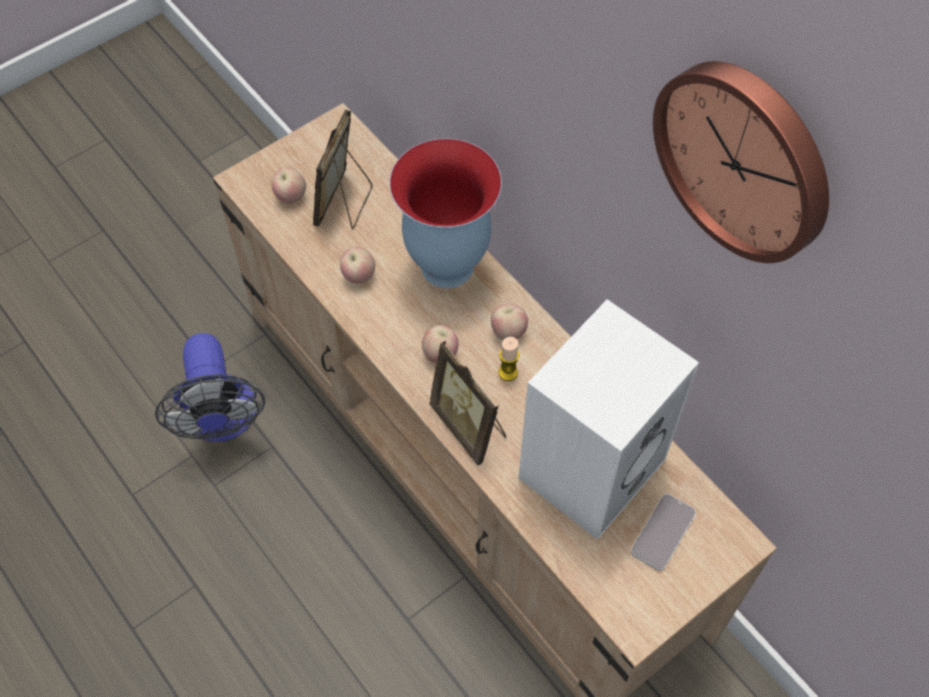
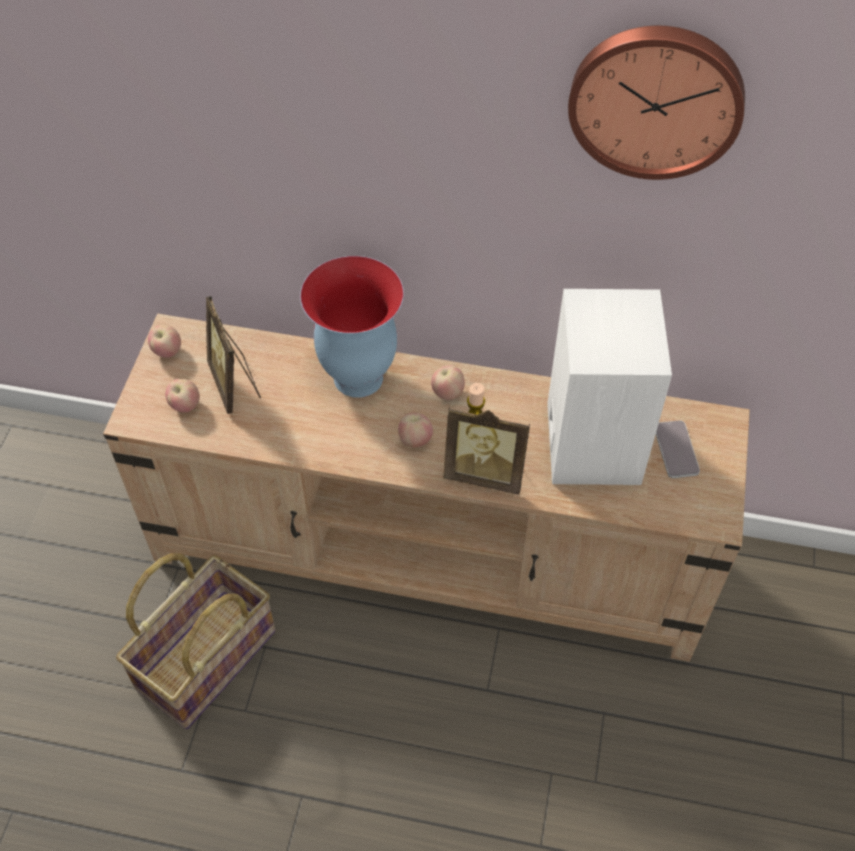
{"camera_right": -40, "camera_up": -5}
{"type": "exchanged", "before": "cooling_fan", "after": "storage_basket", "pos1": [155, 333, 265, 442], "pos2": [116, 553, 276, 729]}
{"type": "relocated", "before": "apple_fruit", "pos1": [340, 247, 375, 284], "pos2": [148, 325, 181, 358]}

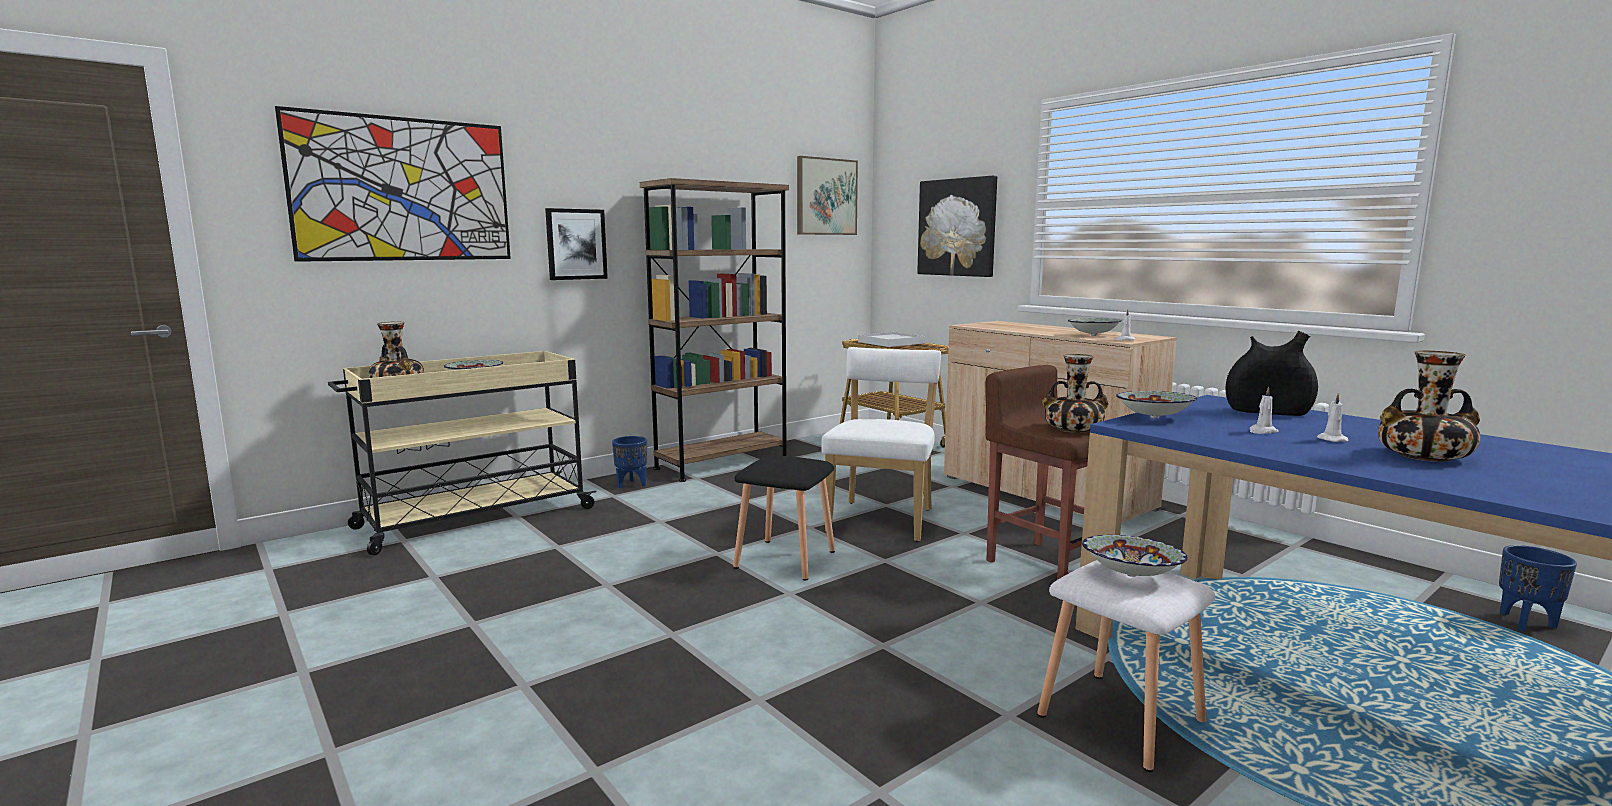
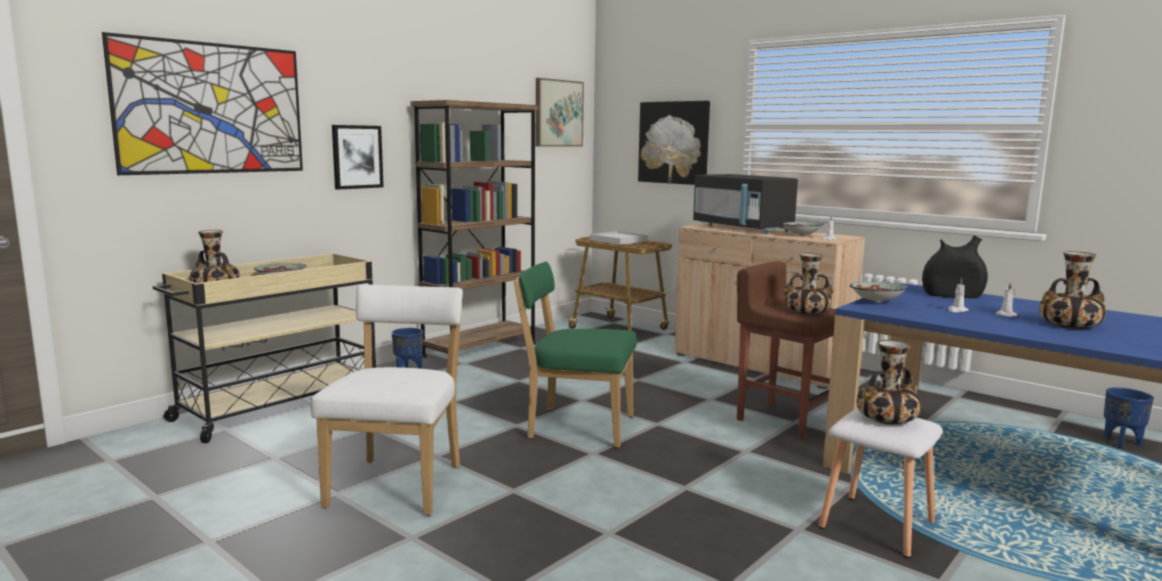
{"camera_right": -10, "camera_up": 0}
{"type": "exchanged", "before": "black-coloured_stool", "after": "green_plain_chair", "pos1": [733, 455, 835, 580], "pos2": [513, 262, 637, 448]}
{"type": "relocated", "before": "white_plain_chair", "pos1": [821, 347, 941, 542], "pos2": [311, 284, 463, 516]}
{"type": "exchanged", "before": "serving_bowl", "after": "vase", "pos1": [1082, 535, 1188, 577], "pos2": [857, 340, 921, 425]}
{"type": "appeared", "after": "black-coloured_microwave_oven", "pos2": [693, 174, 798, 234]}

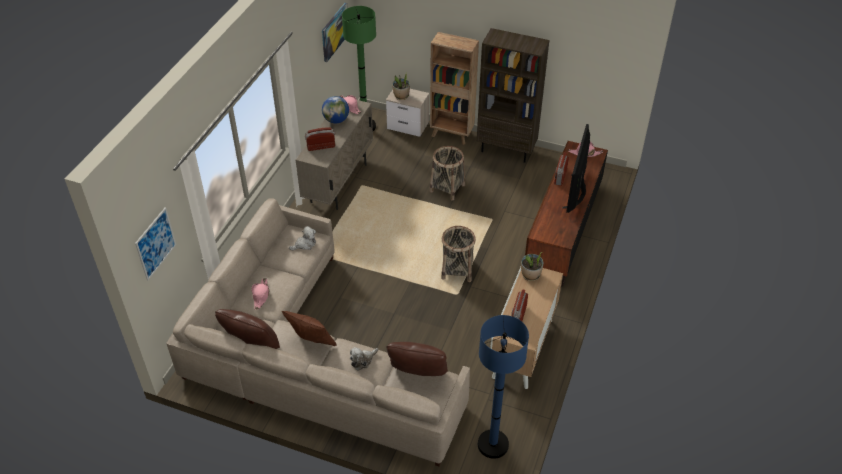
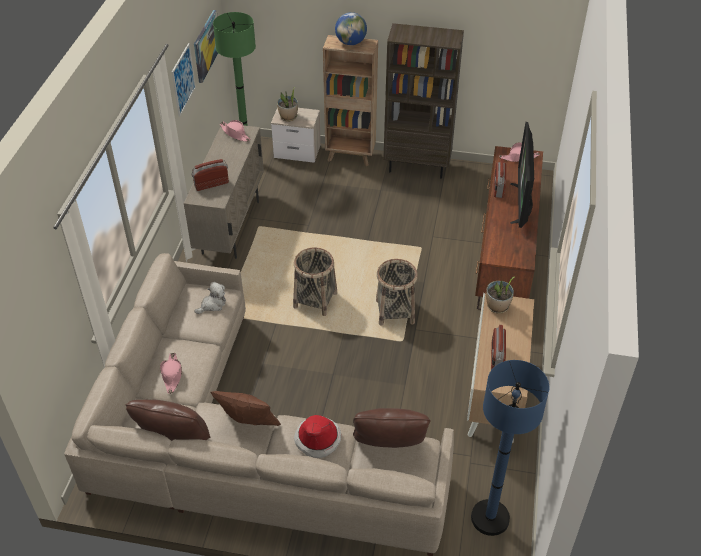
{"camera_right": -10, "camera_up": 0}
{"type": "relocated", "before": "picture", "pos1": [135, 207, 176, 281], "pos2": [172, 43, 196, 116]}
{"type": "relocated", "before": "desk_globe", "pos1": [322, 96, 349, 123], "pos2": [335, 12, 367, 45]}
{"type": "exchanged", "before": "soft_toy", "after": "hat", "pos1": [350, 347, 378, 371], "pos2": [294, 415, 341, 458]}
{"type": "relocated", "before": "storage_basket", "pos1": [430, 146, 465, 200], "pos2": [293, 247, 337, 316]}

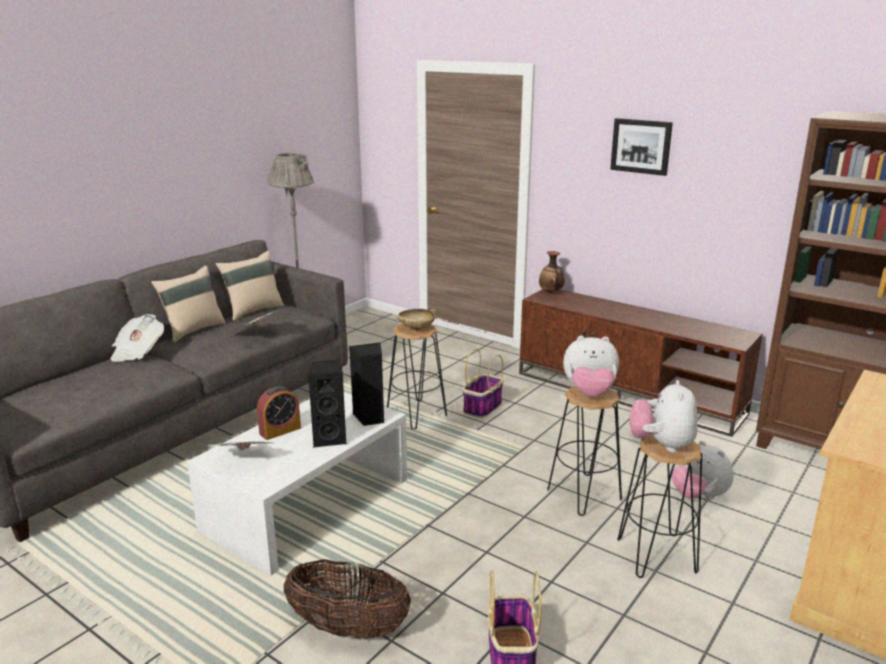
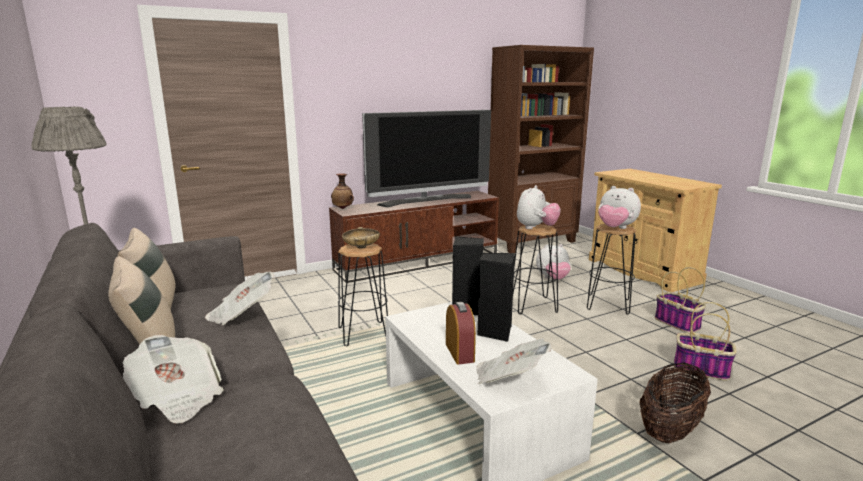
{"camera_right": -65, "camera_up": -5}
{"type": "relocated", "before": "storage_basket", "pos1": [463, 349, 503, 418], "pos2": [655, 267, 706, 333]}
{"type": "missing", "before": "picture", "pos1": [610, 118, 673, 176]}
{"type": "appeared", "after": "TV_set", "pos2": [362, 110, 491, 207]}

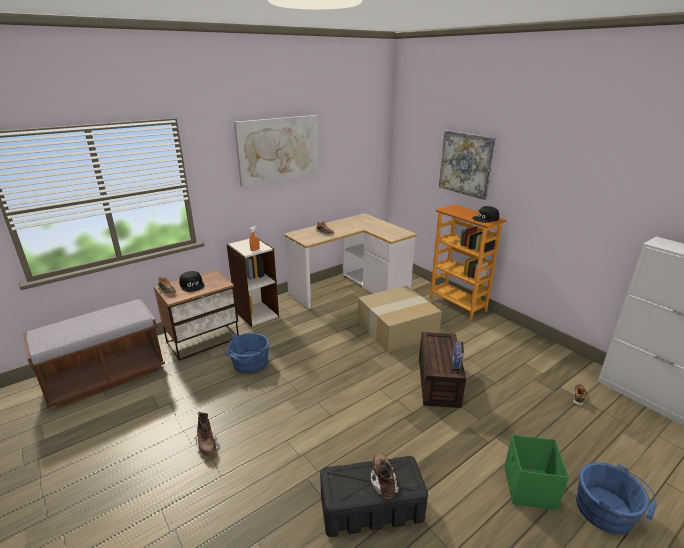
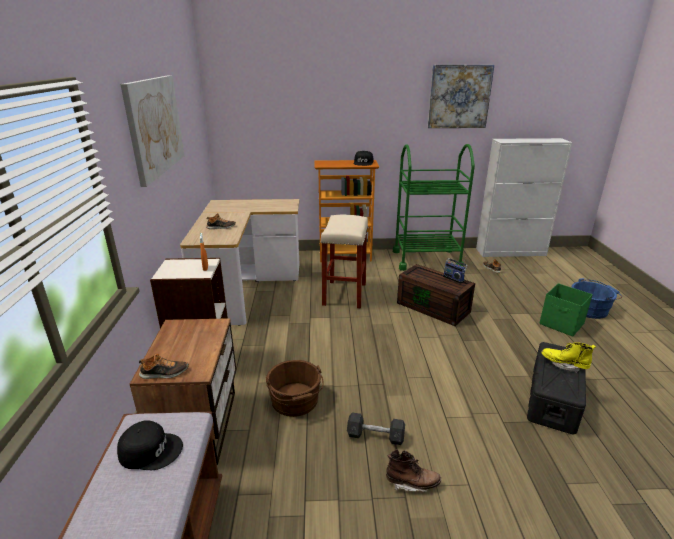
{"camera_right": -55, "camera_up": 0}
{"type": "relocated", "before": "black-coloured_baseball_cap", "pos1": [179, 271, 205, 292], "pos2": [117, 420, 183, 470]}
{"type": "colour", "before": "blue_pail", "after": "brownish_pail", "pos1": [223, 333, 269, 373], "pos2": [266, 360, 324, 417]}
{"type": "exchanged", "before": "cardboard_box", "after": "sand-coloured_stool", "pos1": [358, 286, 442, 353], "pos2": [321, 215, 368, 308]}
{"type": "colour", "before": "brownish_tall_boot", "after": "yellow_tall_boot", "pos1": [371, 452, 399, 499], "pos2": [541, 342, 596, 373]}
{"type": "relocated", "before": "picture", "pos1": [439, 131, 496, 200], "pos2": [428, 65, 494, 128]}
{"type": "appeared", "after": "greyish_free_weight", "pos2": [347, 412, 405, 445]}
{"type": "appeared", "after": "green_cart", "pos2": [393, 144, 475, 271]}

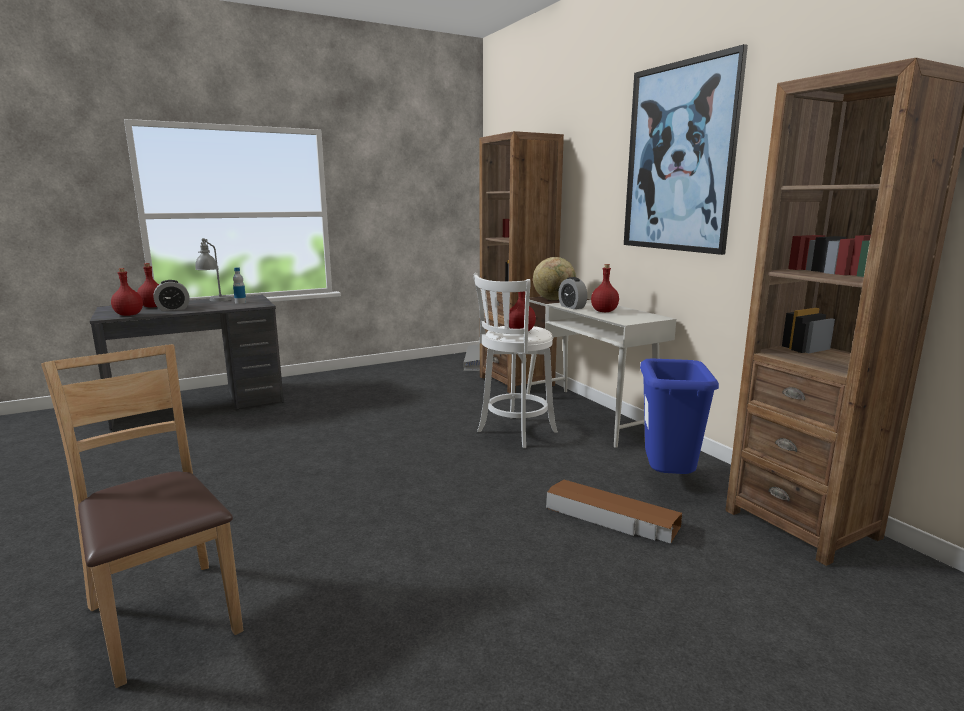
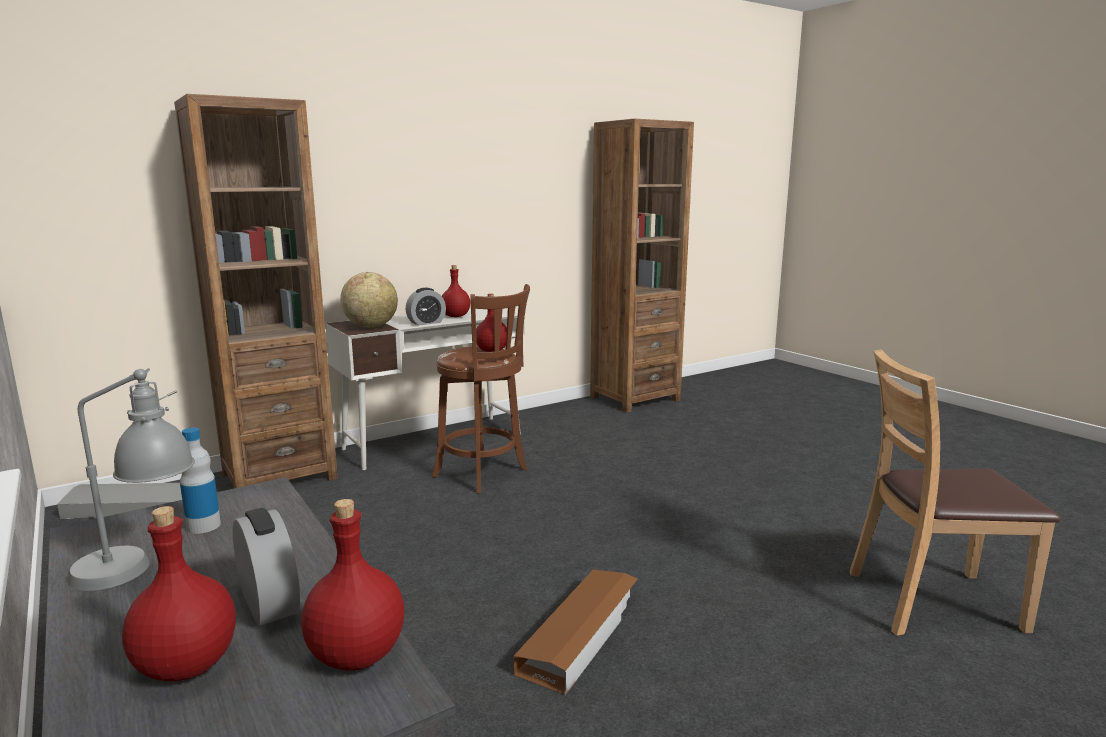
{"camera_right": -95, "camera_up": 0}
{"type": "spun", "before": "brownish_plain_chair", "pos1": [41, 344, 243, 688], "pos2": [850, 349, 1061, 636], "turn": 45}
{"type": "colour", "before": "white_stool", "after": "brownish_stool", "pos1": [473, 273, 558, 448], "pos2": [432, 284, 530, 494]}
{"type": "relocated", "before": "brownish_storage_bin", "pos1": [546, 480, 682, 544], "pos2": [513, 570, 638, 695]}
{"type": "missing", "before": "picture", "pos1": [624, 44, 748, 255]}
{"type": "missing", "before": "blue_waste_bin", "pos1": [640, 359, 719, 474]}

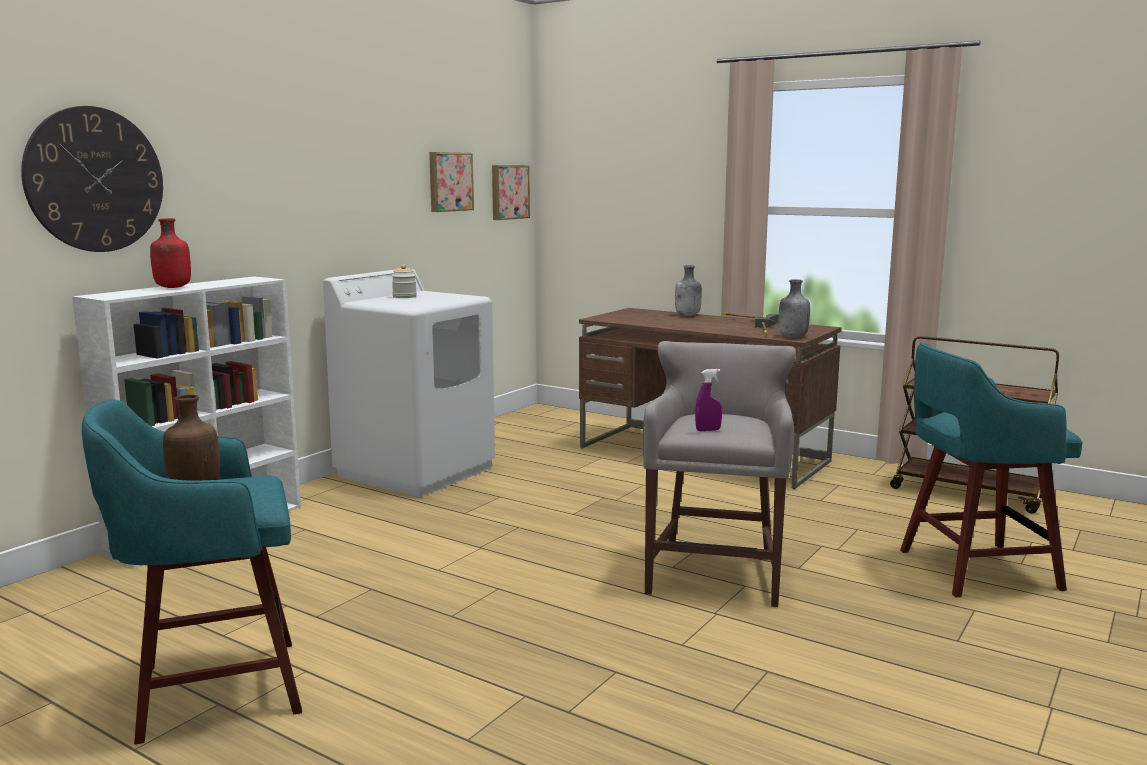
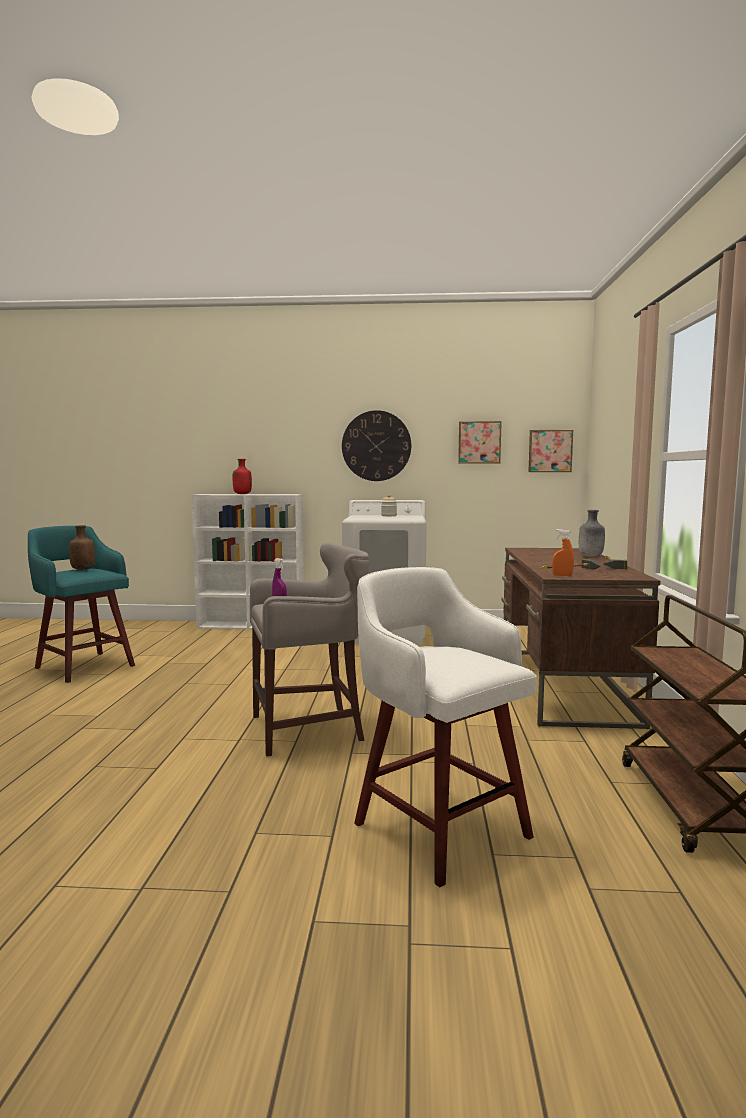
{"camera_right": 60, "camera_up": -5}
{"type": "relocated", "before": "clock_on_the_wall", "pos1": [21, 106, 163, 252], "pos2": [342, 410, 411, 481]}
{"type": "exchanged", "before": "greyish_drink_bottle", "after": "orange_sprayer", "pos1": [779, 279, 810, 337], "pos2": [552, 529, 574, 576]}
{"type": "colour", "before": "blue-green_stool", "after": "white_stool", "pos1": [900, 342, 1083, 597], "pos2": [354, 567, 537, 887]}

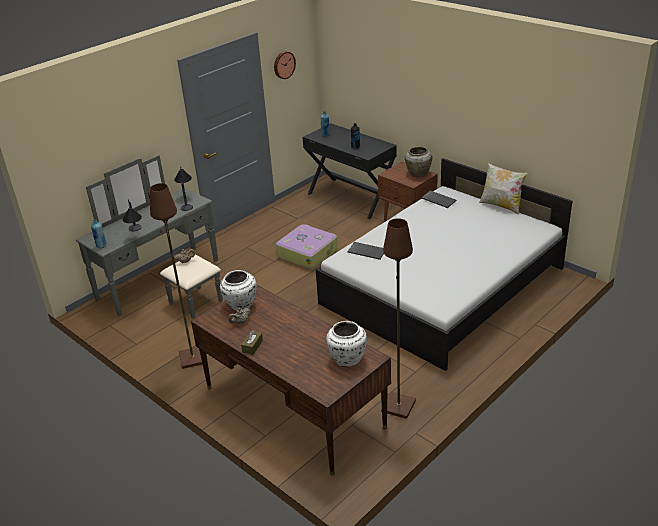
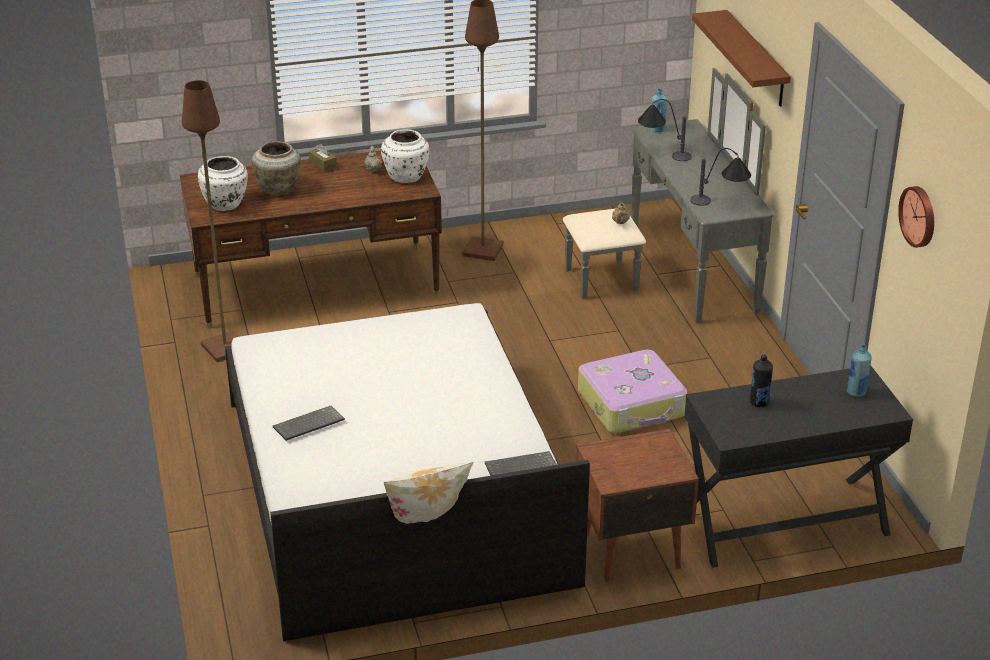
{"camera_right": 120, "camera_up": 0}
{"type": "relocated", "before": "keyboard", "pos1": [347, 242, 384, 260], "pos2": [273, 406, 345, 441]}
{"type": "relocated", "before": "sand-coloured_vase", "pos1": [405, 146, 432, 177], "pos2": [252, 141, 301, 196]}
{"type": "appeared", "after": "brownish_shelf", "pos2": [692, 10, 791, 107]}

